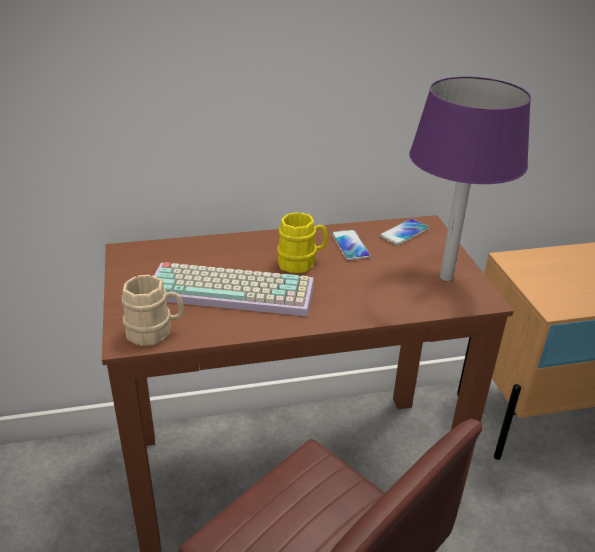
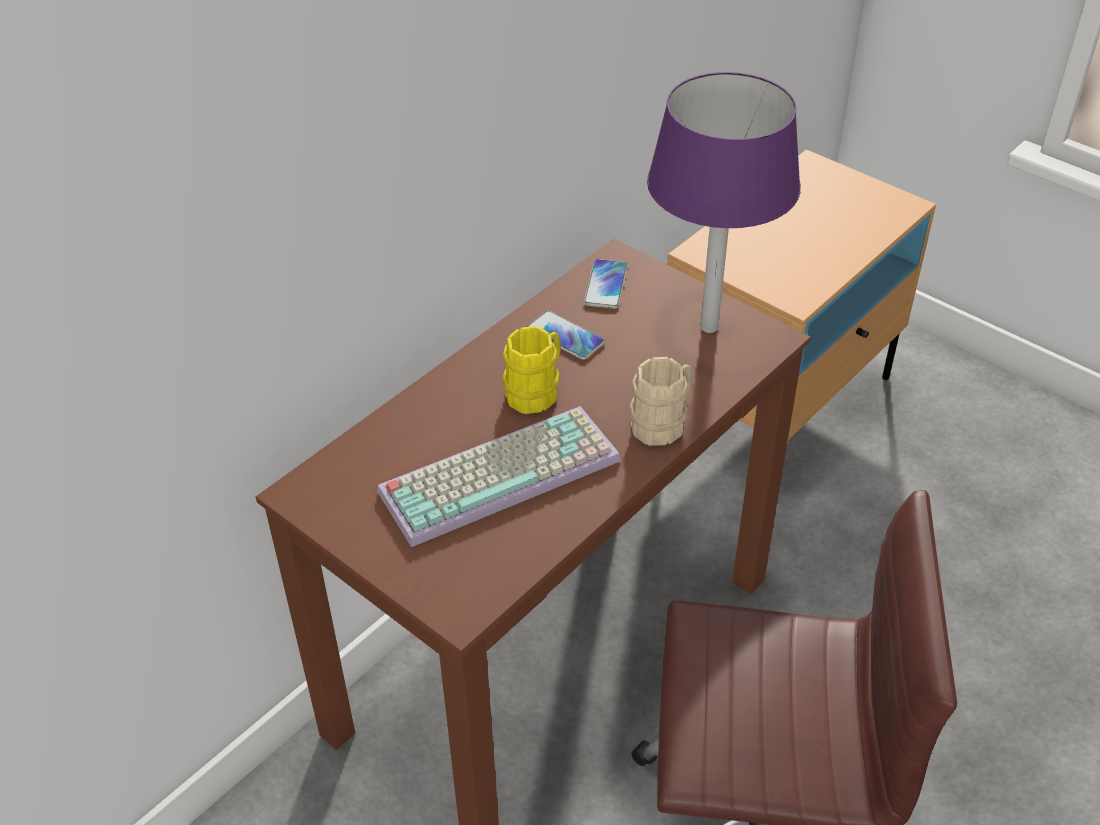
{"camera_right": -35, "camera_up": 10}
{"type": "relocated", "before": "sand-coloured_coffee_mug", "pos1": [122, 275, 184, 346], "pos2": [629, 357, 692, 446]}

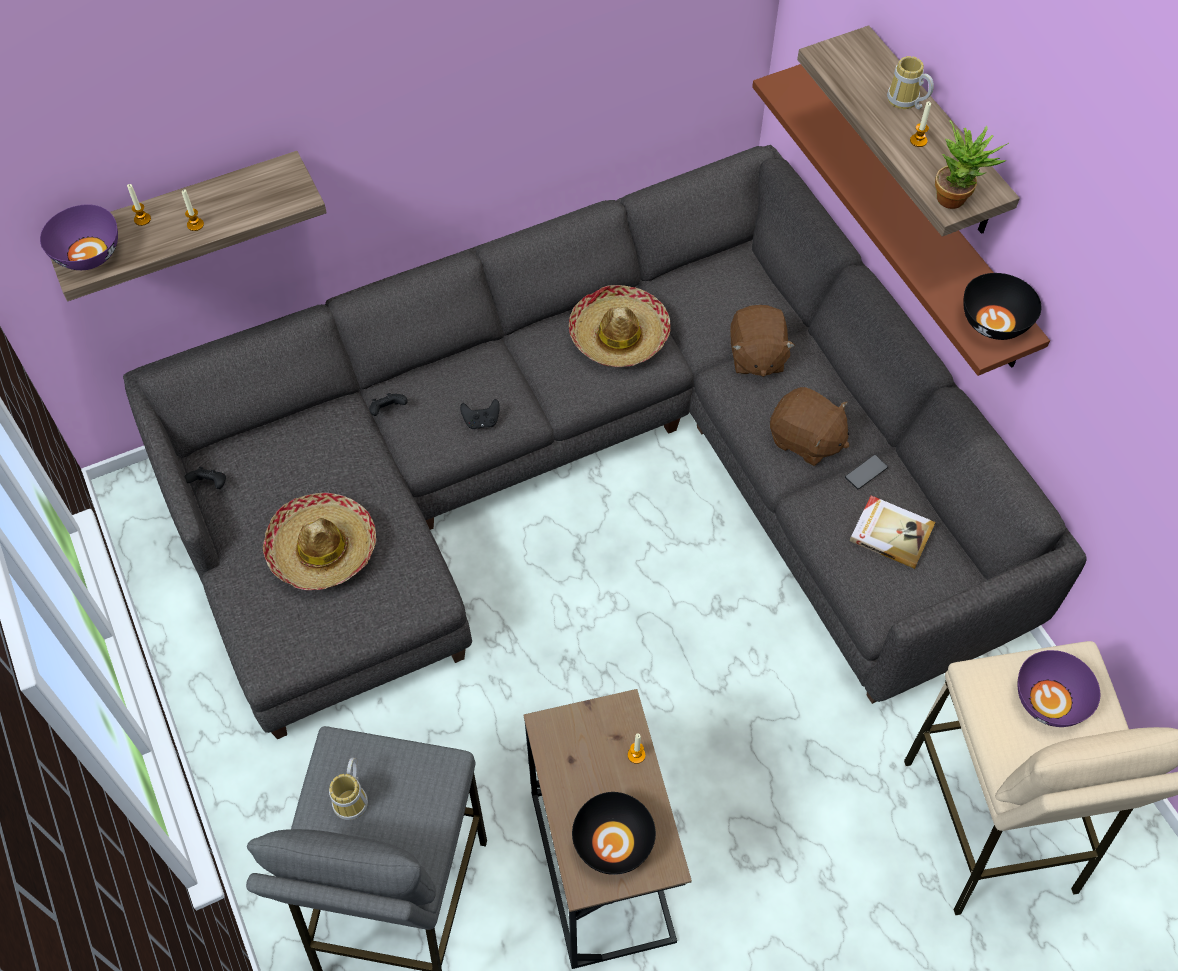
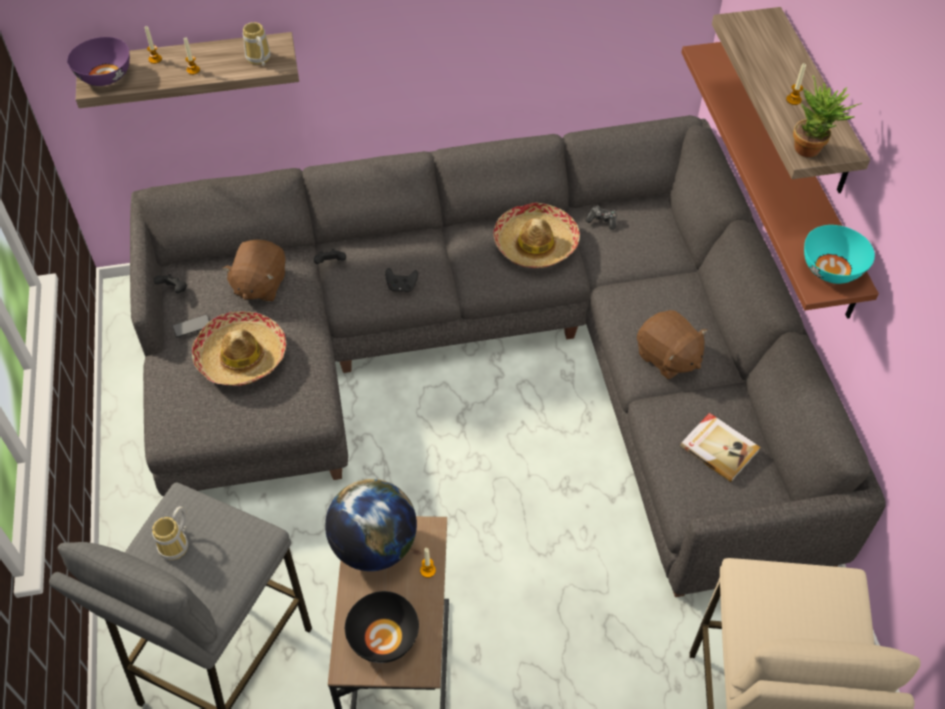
{"camera_right": 15, "camera_up": -5}
{"type": "relocated", "before": "brownish_soft_toy", "pos1": [730, 305, 795, 377], "pos2": [222, 239, 286, 302]}
{"type": "relocated", "before": "phone", "pos1": [845, 455, 888, 489], "pos2": [172, 315, 210, 338]}
{"type": "relocated", "before": "coffee_mug", "pos1": [887, 56, 934, 109], "pos2": [243, 22, 271, 66]}
{"type": "colour", "before": "black-coloured_serving_bowl", "after": "blue-green_serving_bowl", "pos1": [963, 273, 1041, 340], "pos2": [804, 225, 875, 284]}
{"type": "missing", "before": "purple_serving_bowl", "pos1": [1018, 650, 1100, 727]}
{"type": "appeared", "after": "desk_globe", "pos2": [325, 479, 417, 571]}
{"type": "appeared", "after": "joypad", "pos2": [585, 206, 617, 230]}

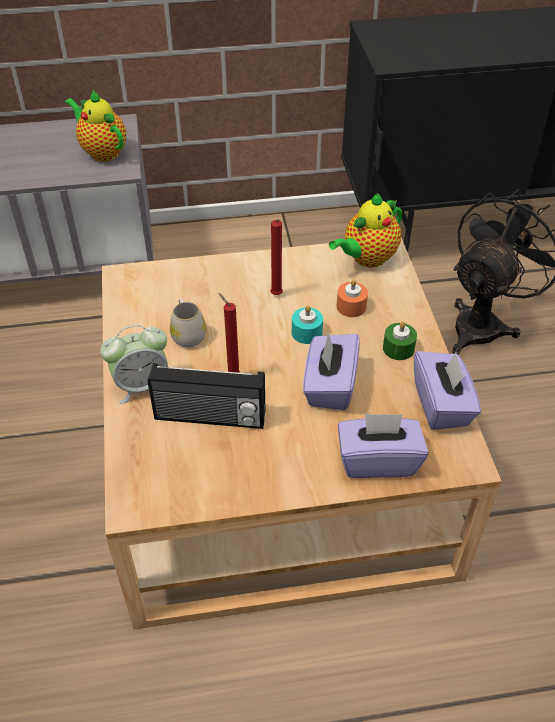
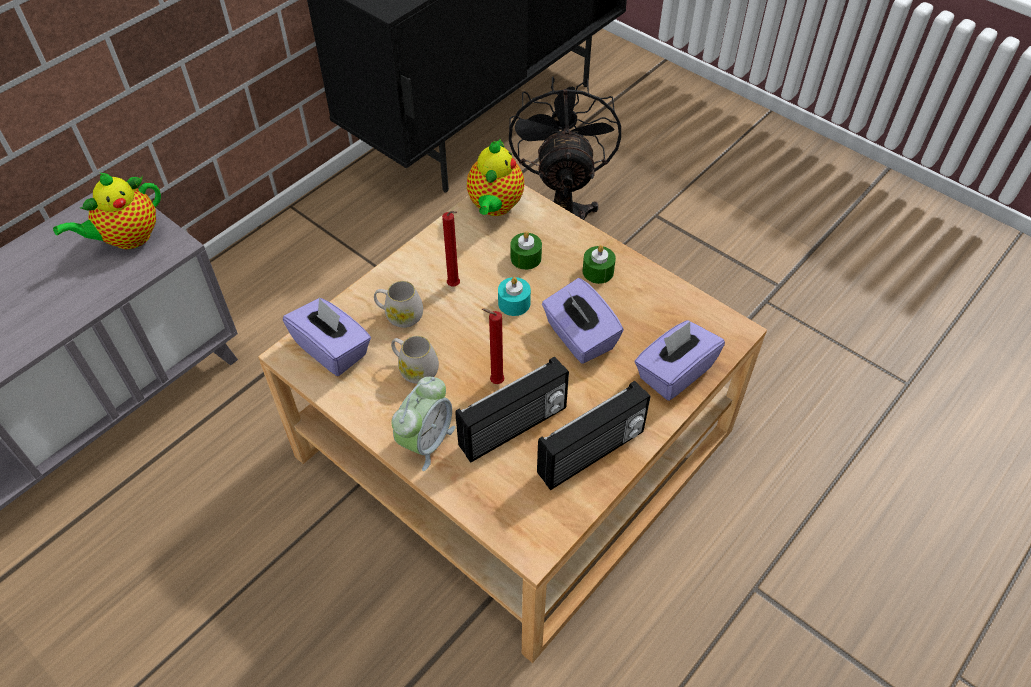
{"camera_right": -40, "camera_up": 5}
{"type": "spun", "before": "teapot", "pos1": [65, 89, 126, 161], "pos2": [53, 173, 161, 249], "turn": -45}
{"type": "colour", "before": "orange_candle", "after": "green_candle", "pos1": [336, 279, 368, 317], "pos2": [511, 231, 542, 270]}
{"type": "relocated", "before": "purple_box_of_tissues", "pos1": [414, 351, 481, 430], "pos2": [283, 297, 371, 376]}
{"type": "appeared", "after": "white_coffee_mug", "pos2": [374, 281, 423, 328]}
{"type": "appeared", "after": "radio_receiver", "pos2": [537, 381, 651, 490]}

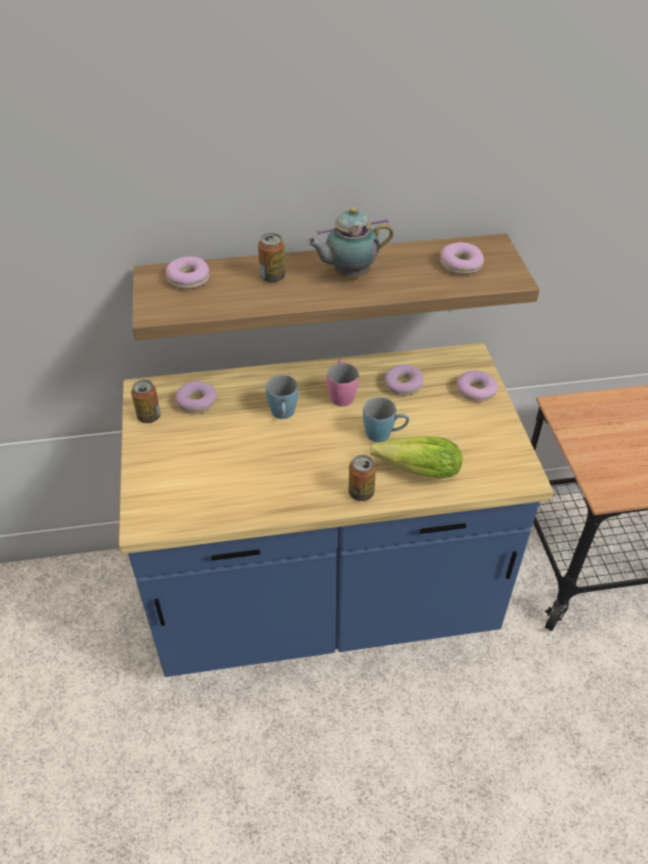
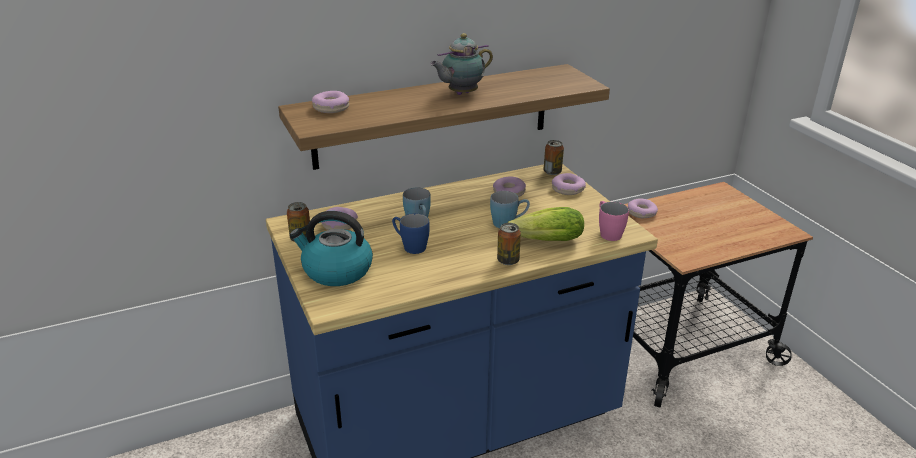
{"camera_right": -15, "camera_up": -15}
{"type": "relocated", "before": "can", "pos1": [258, 233, 285, 283], "pos2": [543, 140, 564, 175]}
{"type": "relocated", "before": "pinkish_coffee_mug", "pos1": [327, 359, 359, 407], "pos2": [599, 201, 629, 241]}
{"type": "relocated", "before": "ring_doughnut", "pos1": [440, 242, 484, 274], "pos2": [628, 199, 658, 218]}
{"type": "appeared", "after": "water_kettle", "pos2": [290, 211, 373, 286]}
{"type": "appeared", "after": "blue_coffee_mug", "pos2": [392, 213, 430, 254]}

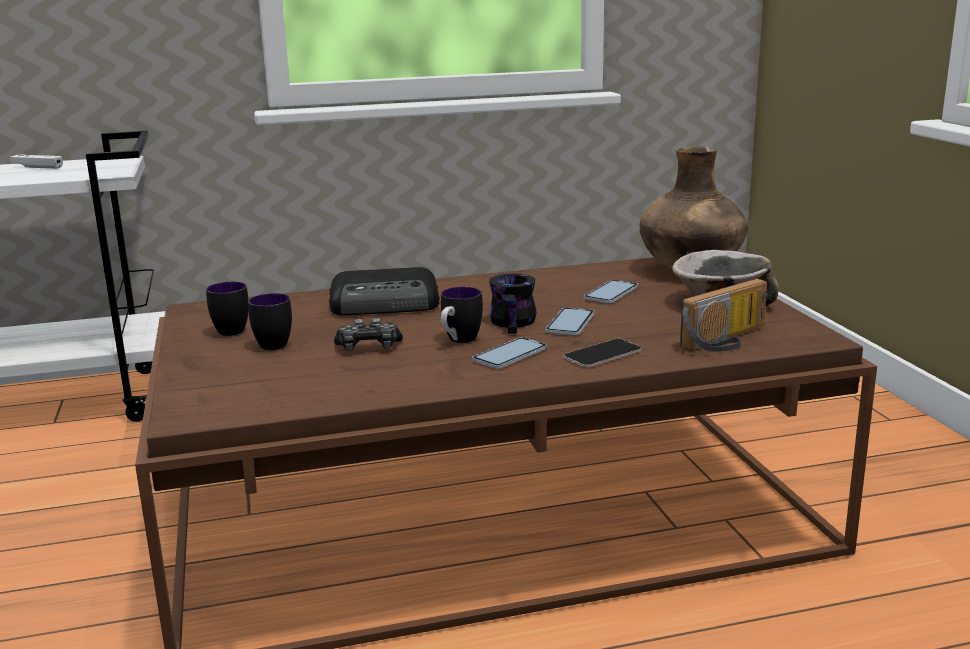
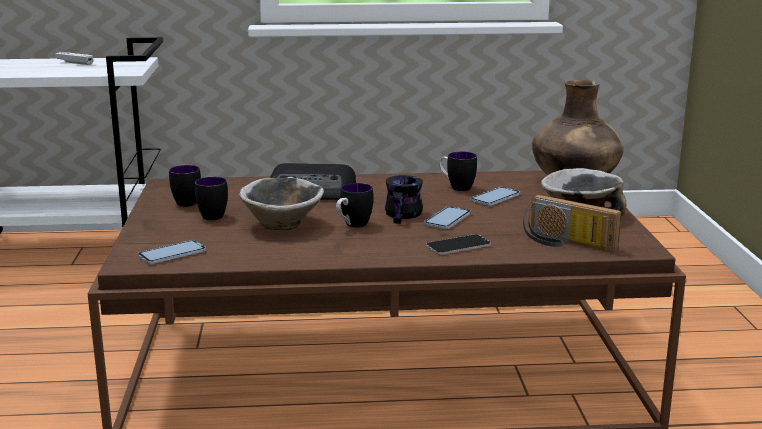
{"camera_right": 10, "camera_up": 0}
{"type": "exchanged", "before": "joypad", "after": "serving_bowl", "pos1": [334, 318, 403, 351], "pos2": [239, 178, 324, 230]}
{"type": "relocated", "before": "phone", "pos1": [472, 337, 547, 369], "pos2": [138, 240, 206, 264]}
{"type": "spun", "before": "radio_receiver", "pos1": [680, 279, 767, 352], "pos2": [523, 195, 621, 253], "turn": 60}
{"type": "appeared", "after": "coffee_mug", "pos2": [439, 152, 477, 191]}

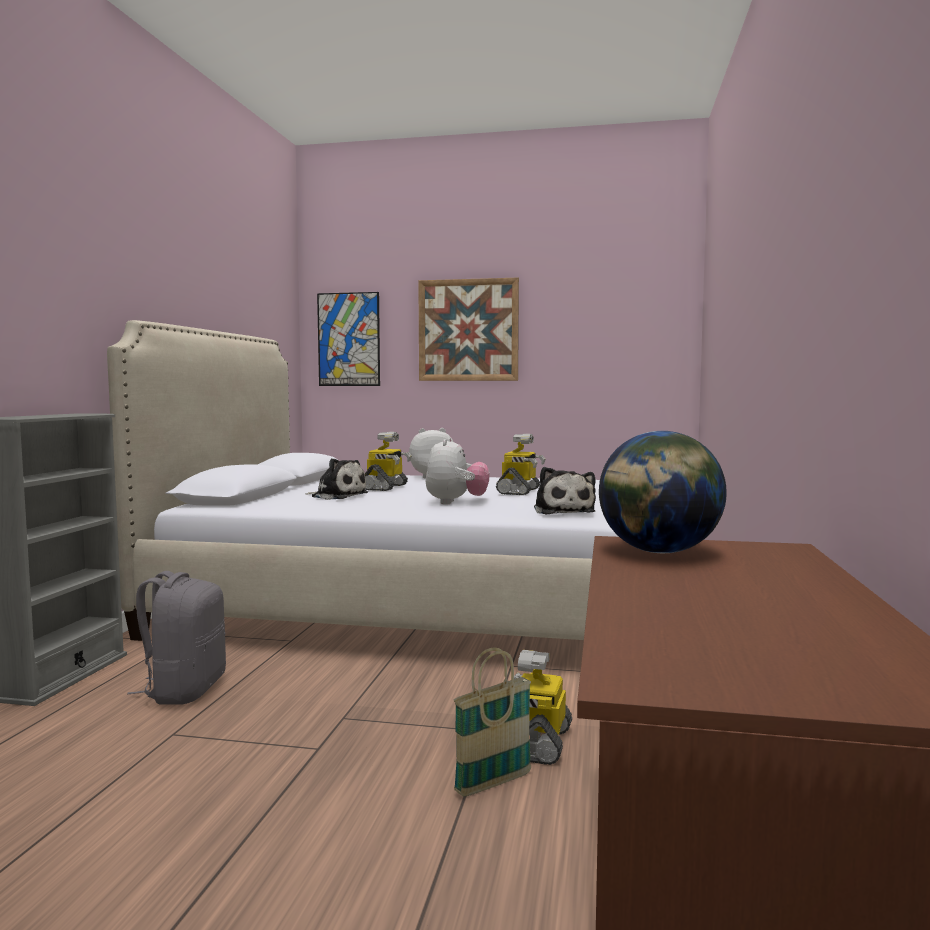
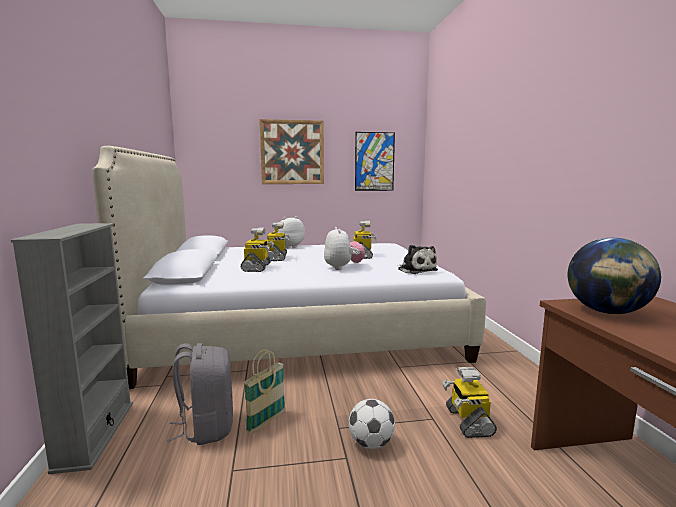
{"camera_right": -20, "camera_up": 5}
{"type": "exchanged", "before": "soft_toy", "after": "robot_figure", "pos1": [306, 458, 368, 500], "pos2": [240, 228, 274, 272]}
{"type": "relocated", "before": "picture", "pos1": [317, 292, 380, 386], "pos2": [355, 132, 395, 191]}
{"type": "relocated", "before": "storage_basket", "pos1": [453, 647, 531, 797], "pos2": [244, 349, 286, 433]}
{"type": "appeared", "after": "ball_for_football", "pos2": [349, 399, 395, 449]}

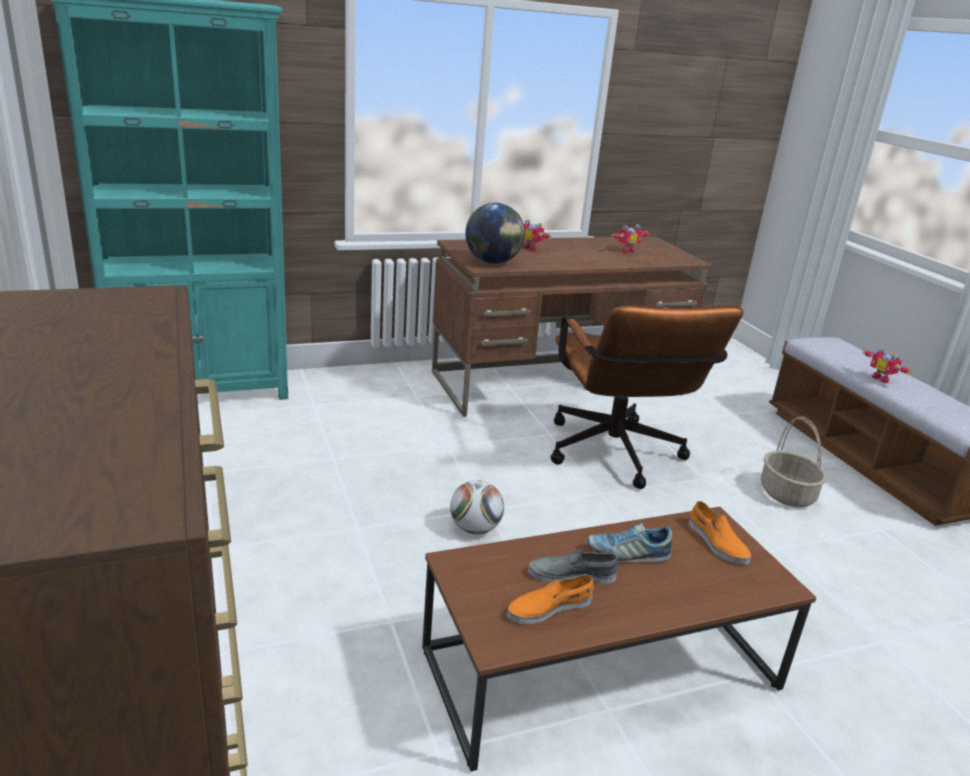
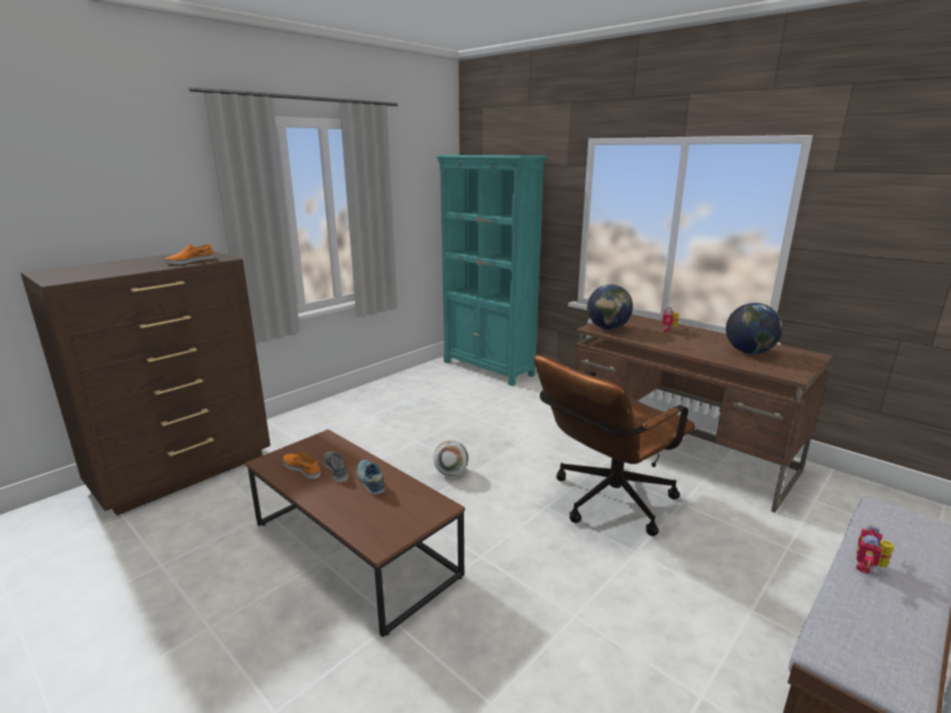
{"camera_right": 65, "camera_up": -5}
{"type": "exchanged", "before": "robot_figure", "after": "desk_globe", "pos1": [611, 224, 650, 253], "pos2": [726, 303, 783, 354]}
{"type": "relocated", "before": "orange_low_shoe", "pos1": [689, 501, 751, 565], "pos2": [165, 244, 214, 264]}
{"type": "missing", "before": "storage_basket", "pos1": [761, 417, 827, 507]}

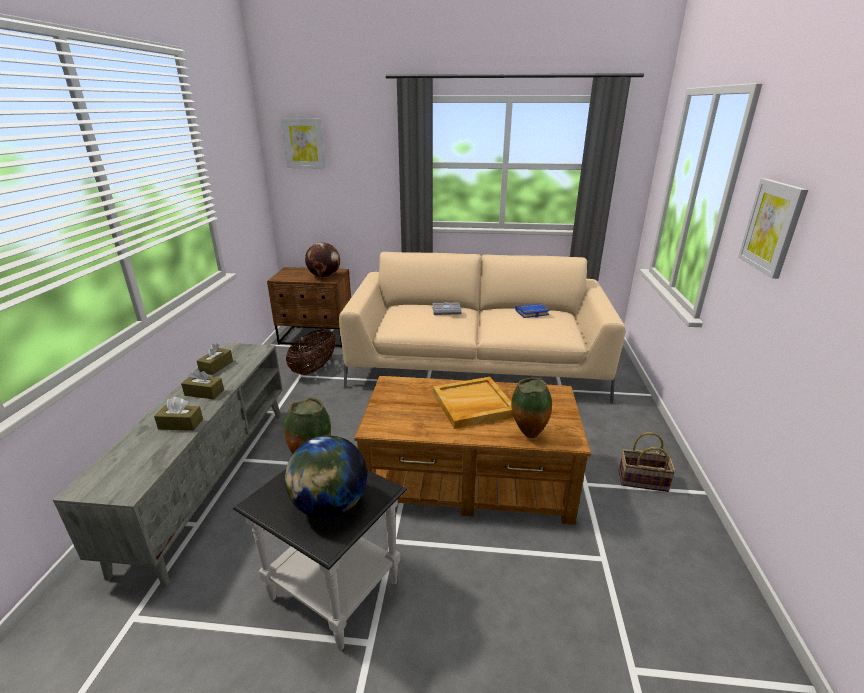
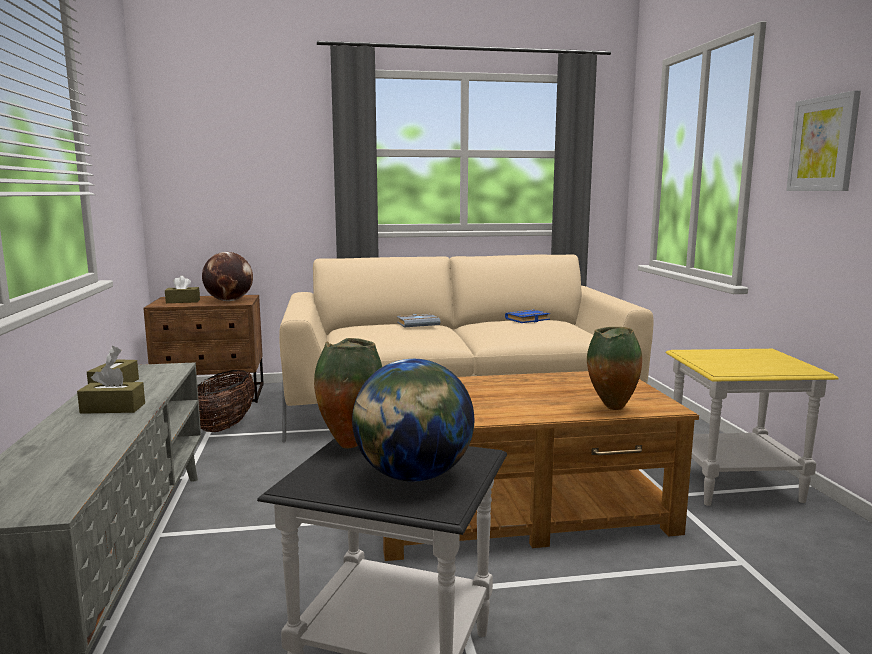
{"camera_right": -15, "camera_up": -15}
{"type": "relocated", "before": "brownish_box_of_tissues", "pos1": [154, 397, 203, 431], "pos2": [165, 276, 200, 303]}
{"type": "missing", "before": "picture", "pos1": [281, 118, 326, 169]}
{"type": "missing", "before": "sand-coloured_carrying_tray", "pos1": [433, 377, 514, 429]}
{"type": "exchanged", "before": "storage_basket", "after": "yellow_side_table", "pos1": [619, 432, 676, 492], "pos2": [666, 349, 838, 506]}

